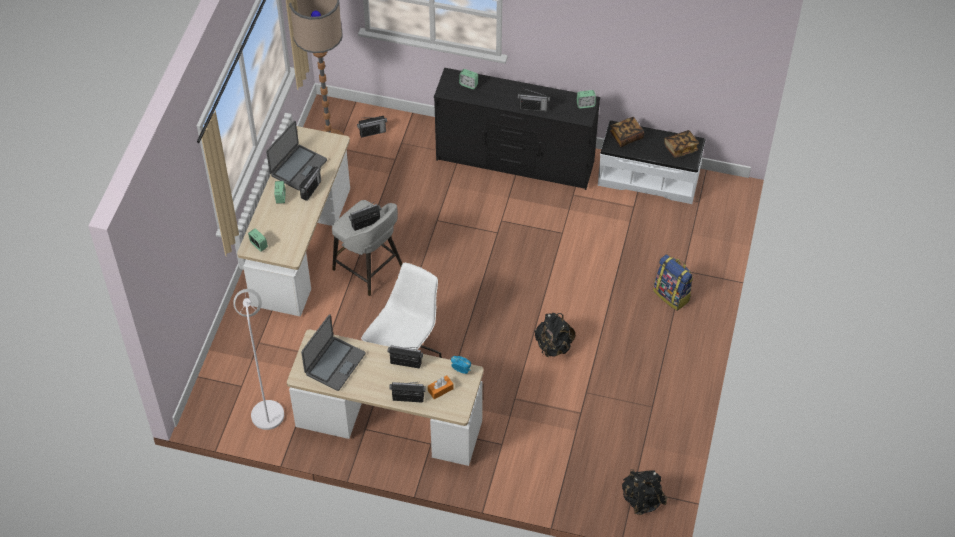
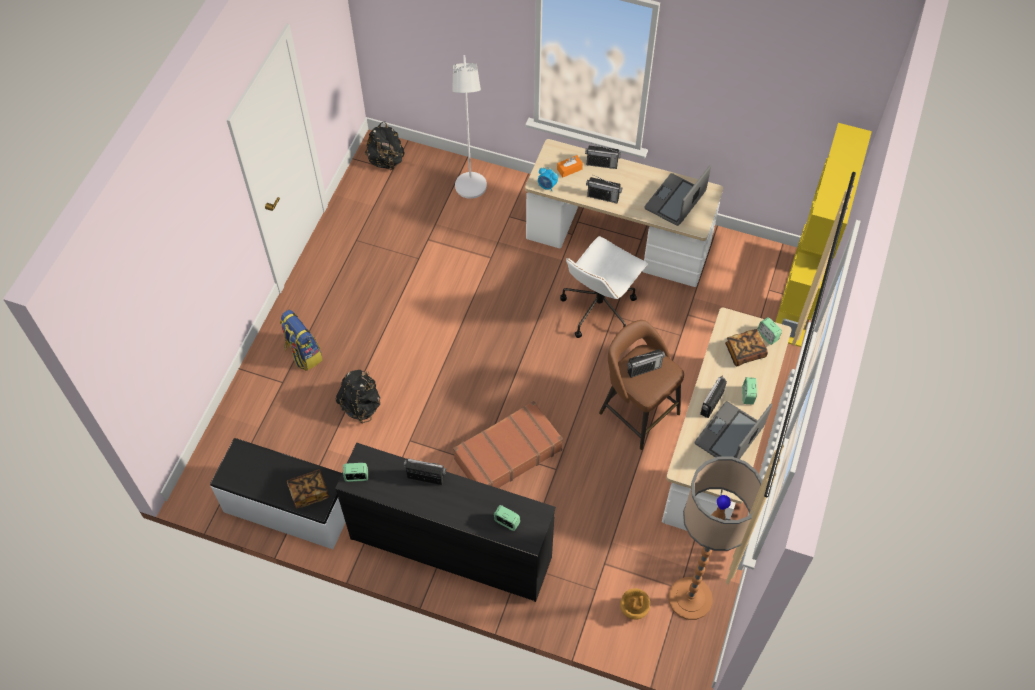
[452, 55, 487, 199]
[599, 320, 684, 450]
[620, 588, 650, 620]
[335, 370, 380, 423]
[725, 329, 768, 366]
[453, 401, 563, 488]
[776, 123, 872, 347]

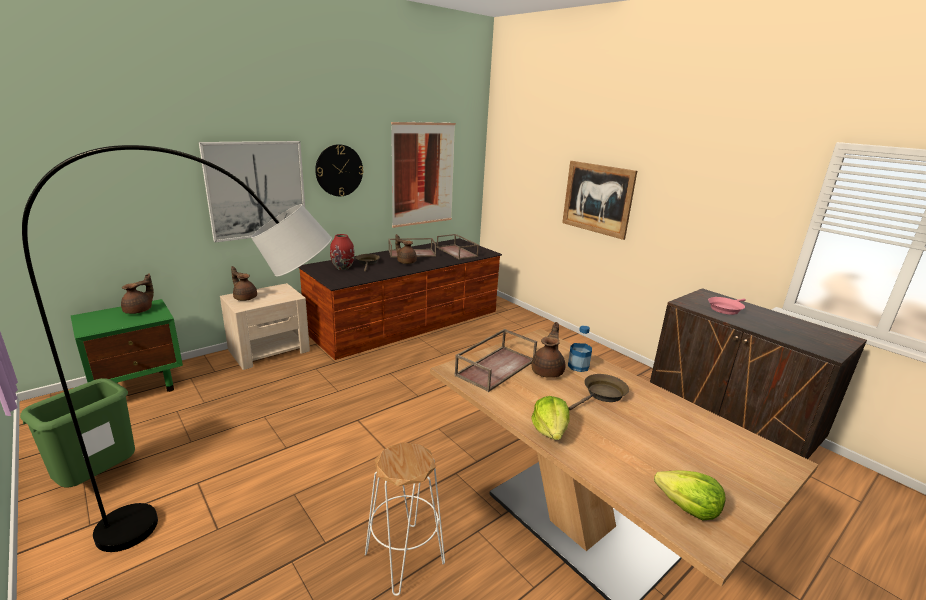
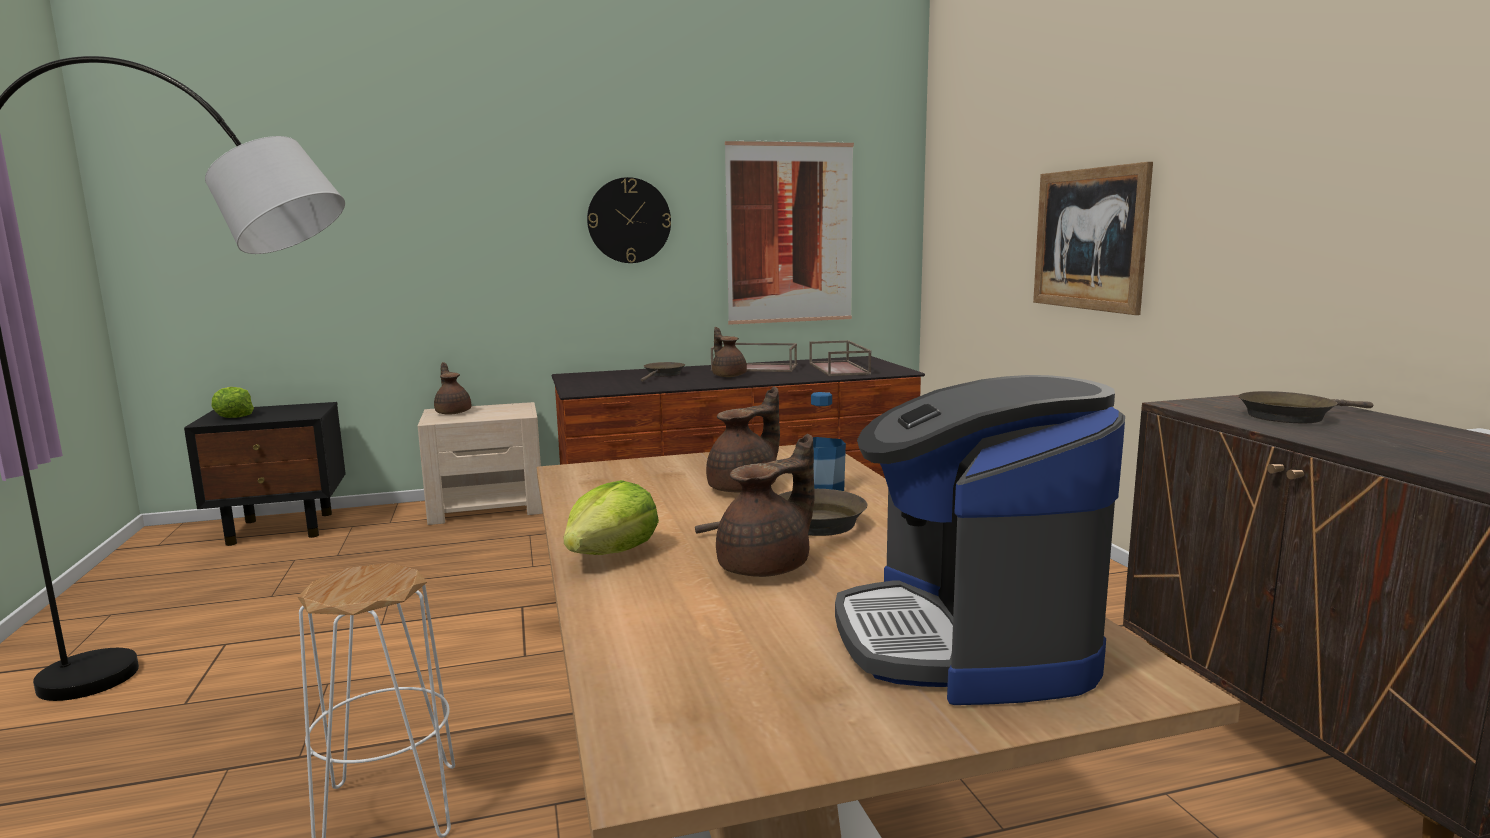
[20, 378, 135, 487] (first image)
[184, 402, 346, 546]
[716, 434, 815, 577]
[199, 141, 305, 242] (first image)
[330, 234, 355, 270] (first image)
[454, 329, 537, 392] (first image)
[211, 387, 254, 418]
[1238, 391, 1373, 423]
[835, 375, 1125, 705]

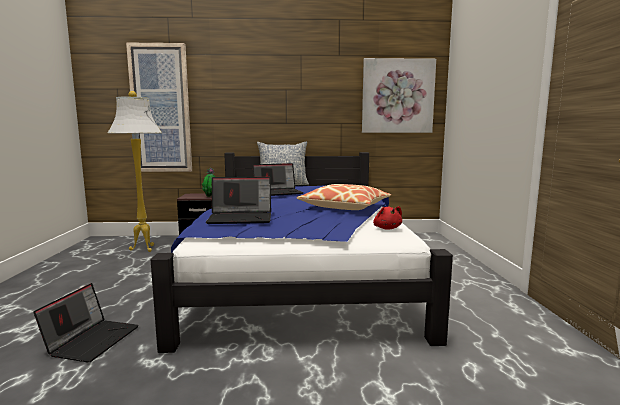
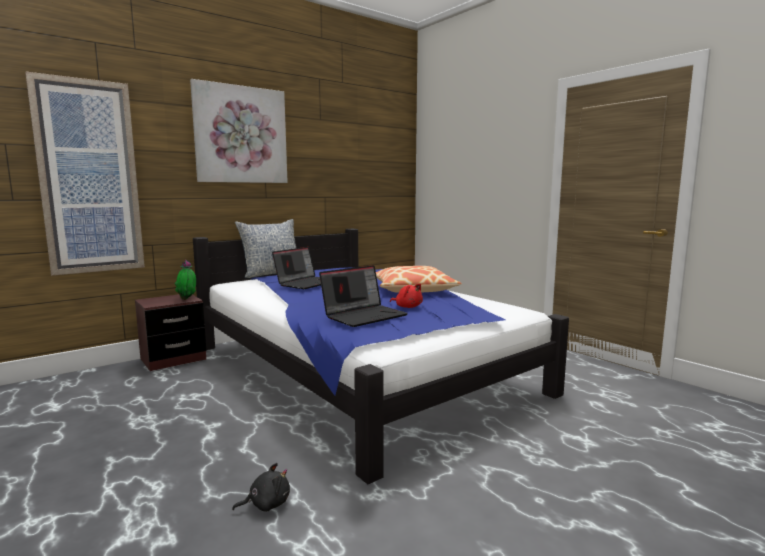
[232, 463, 290, 512]
[108, 91, 162, 252] (first image)
[190, 79, 288, 183]
[390, 283, 423, 308]

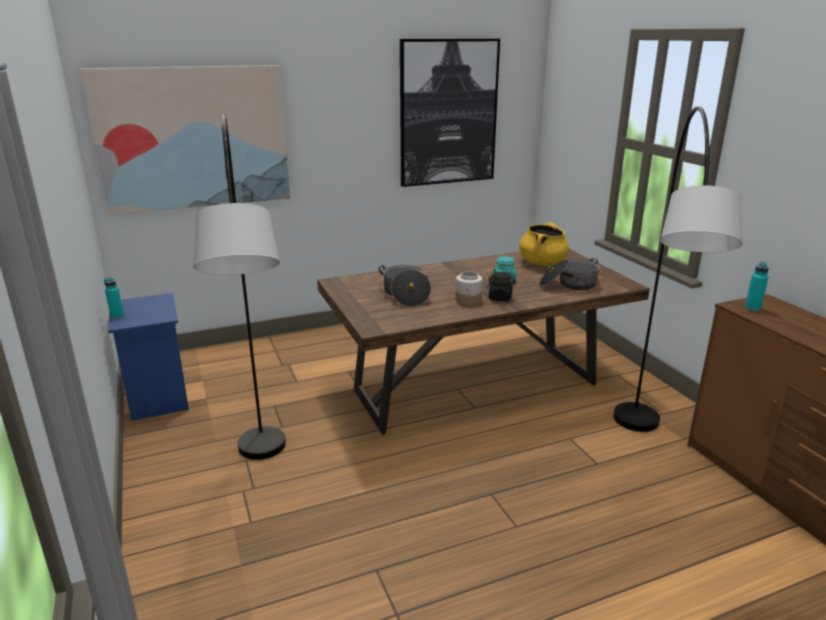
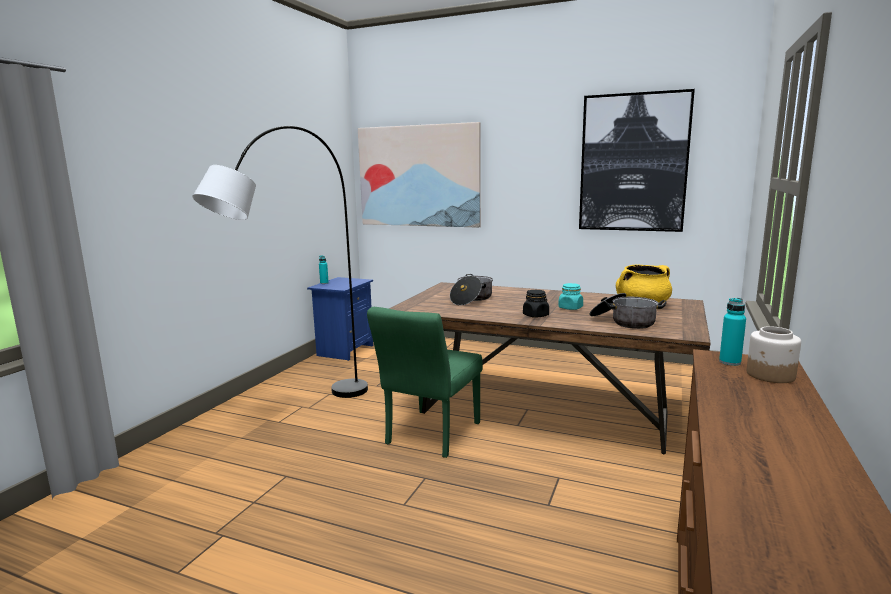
[746, 326, 801, 383]
[613, 106, 743, 432] (first image)
[367, 307, 483, 458]

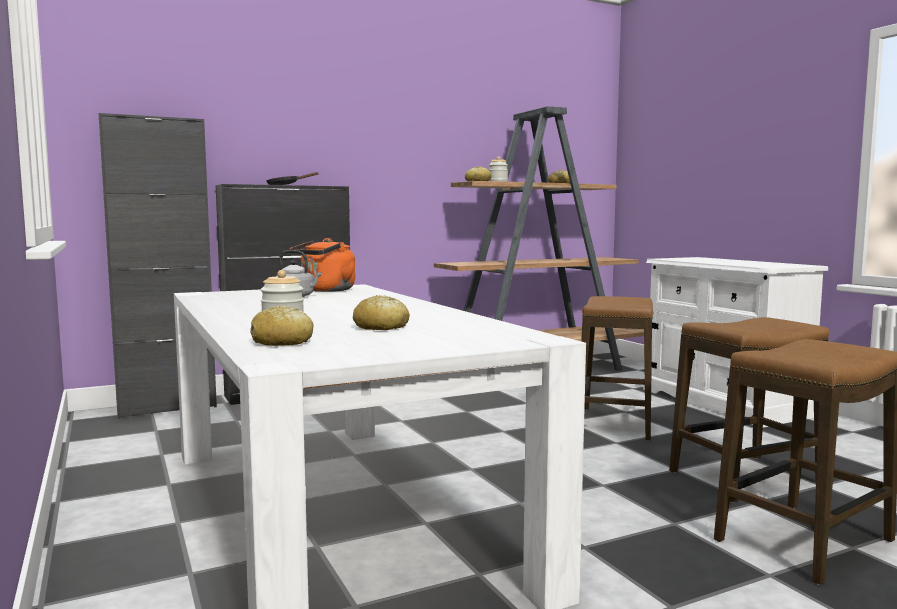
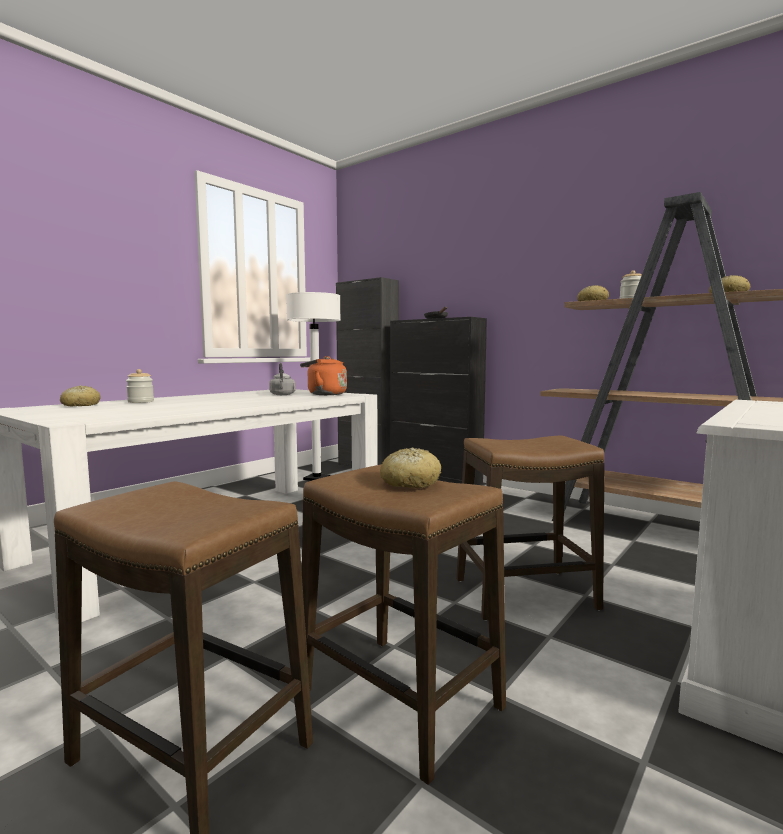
[380, 447, 441, 488]
[286, 292, 341, 481]

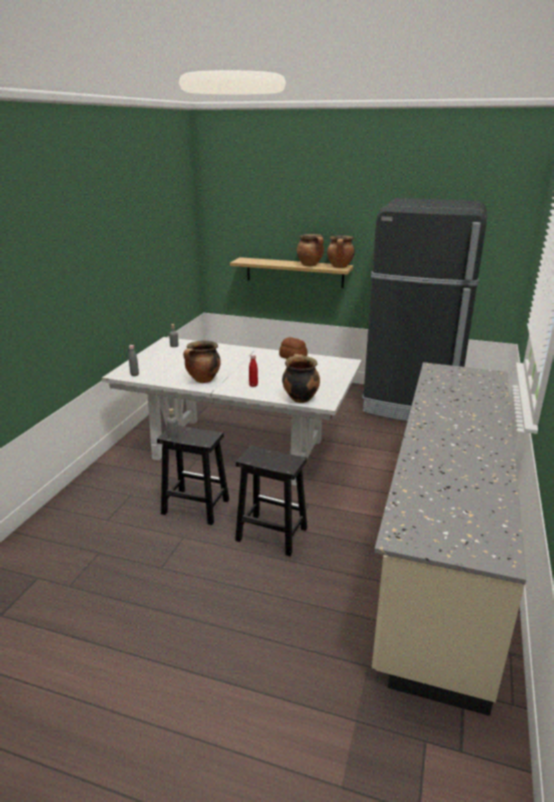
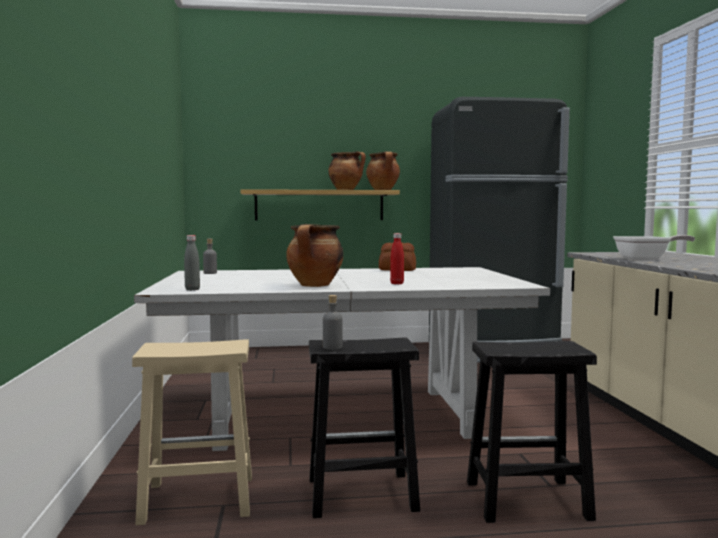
[282, 354, 320, 403] (first image)
[132, 339, 252, 525]
[613, 235, 695, 260]

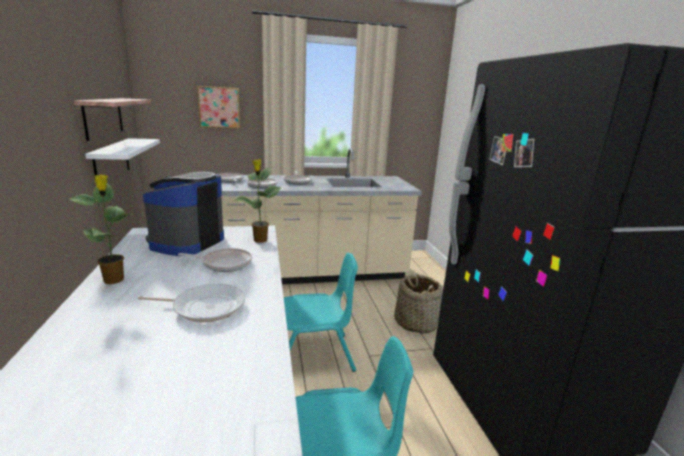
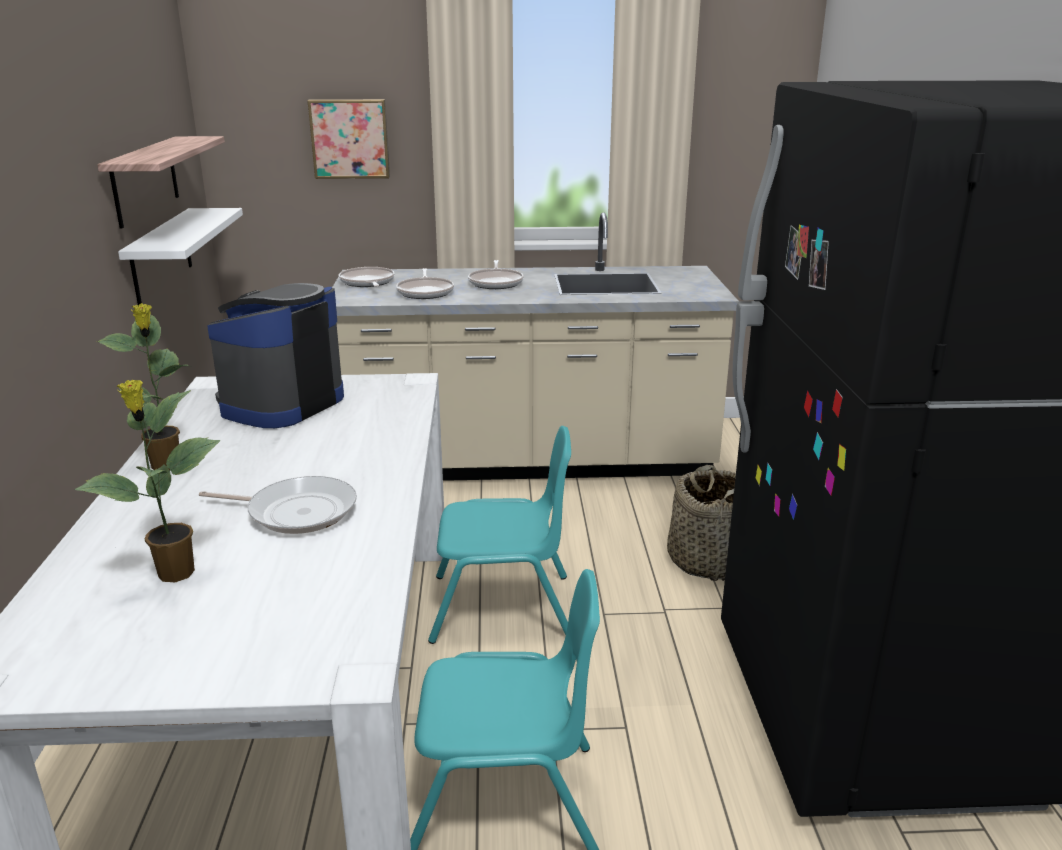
[178, 248, 252, 272] (first image)
[75, 380, 221, 582]

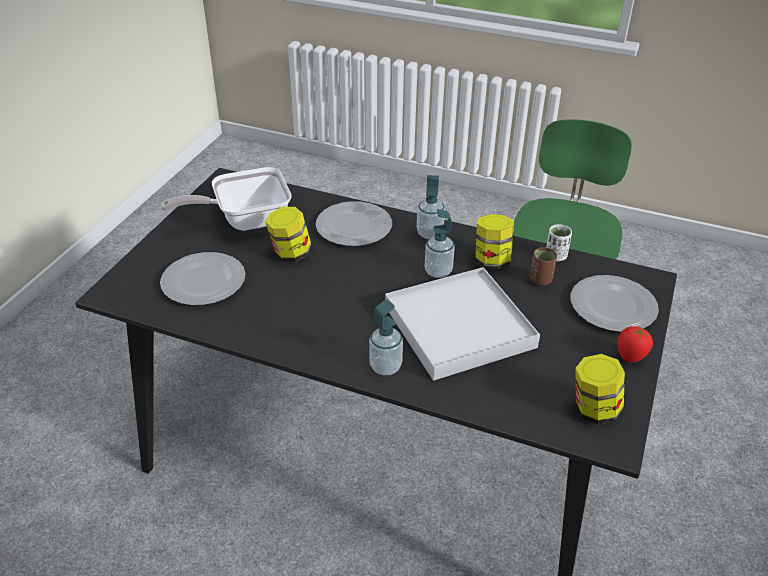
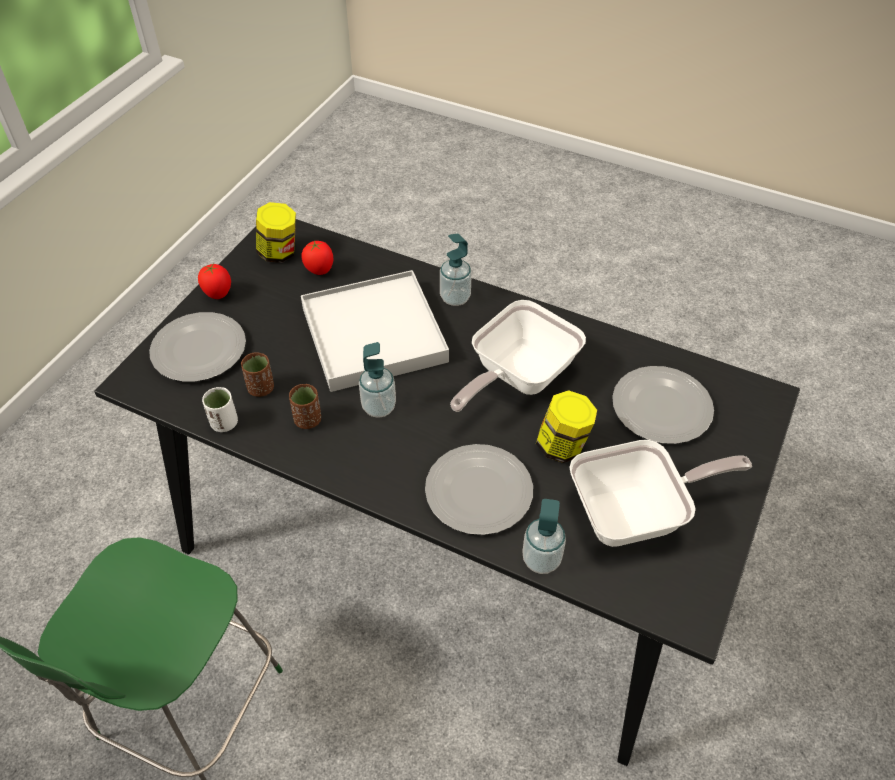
[522, 499, 566, 574]
[289, 384, 321, 429]
[301, 241, 334, 275]
[450, 300, 586, 412]

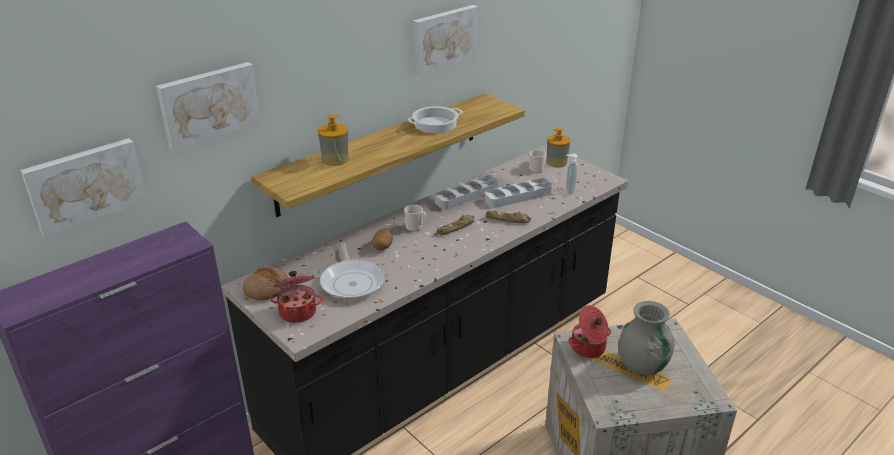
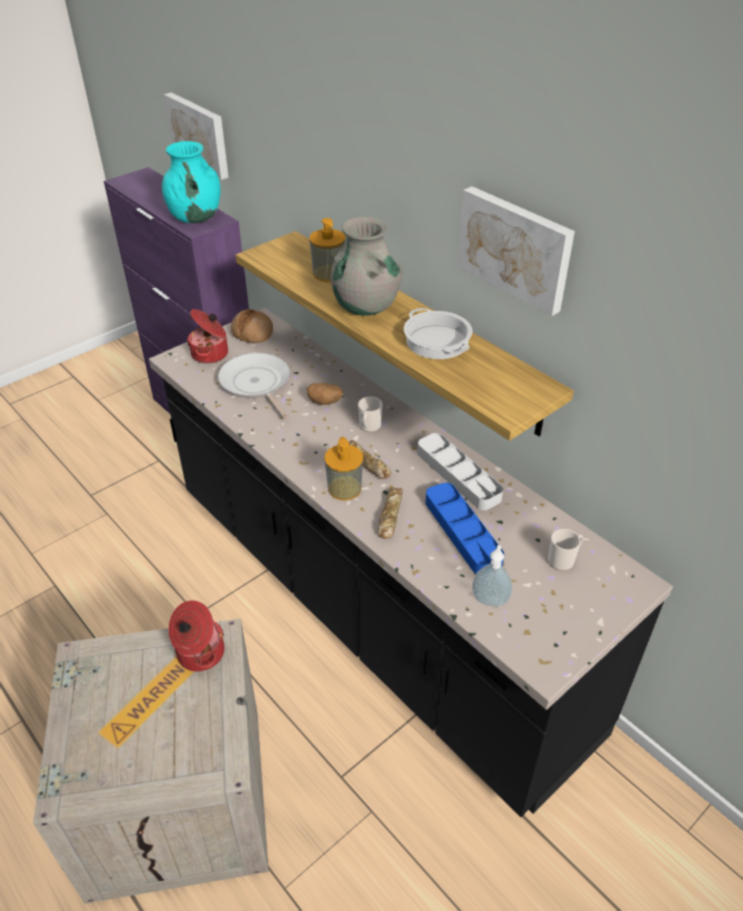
[156, 62, 261, 151] (first image)
[218, 353, 290, 419]
[426, 483, 504, 574]
[324, 437, 363, 500]
[331, 217, 403, 316]
[162, 141, 221, 223]

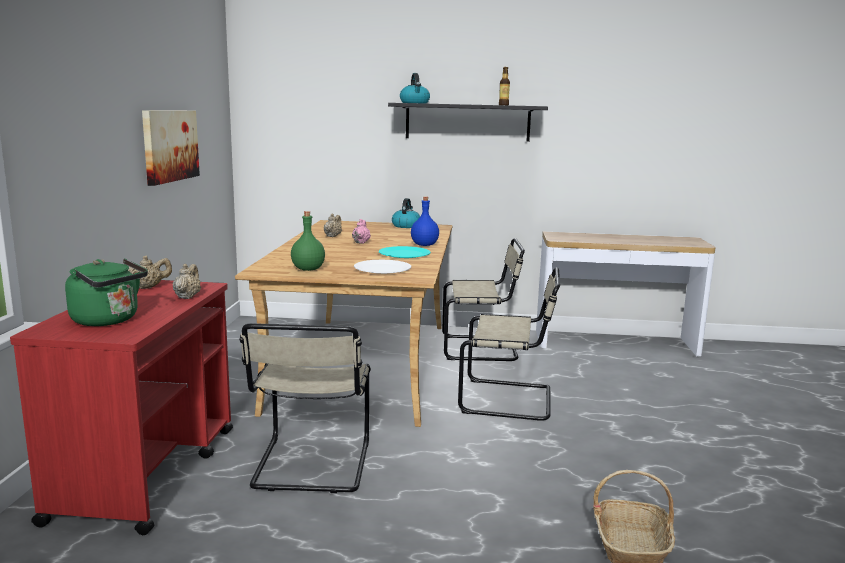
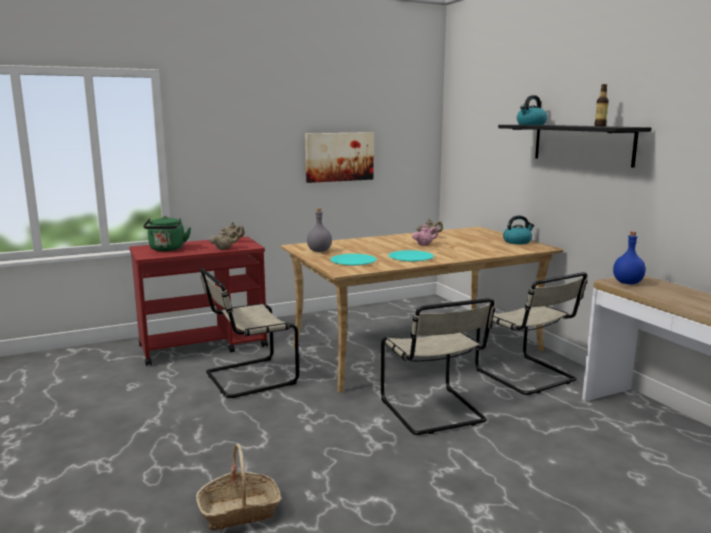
[307, 208, 332, 252]
[330, 254, 377, 265]
[613, 232, 646, 284]

